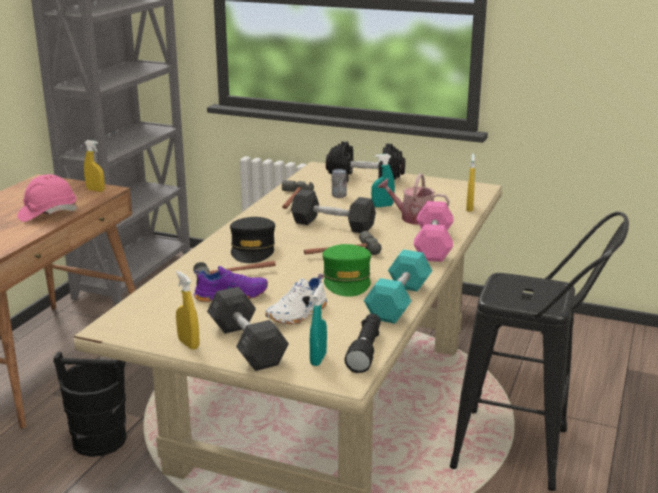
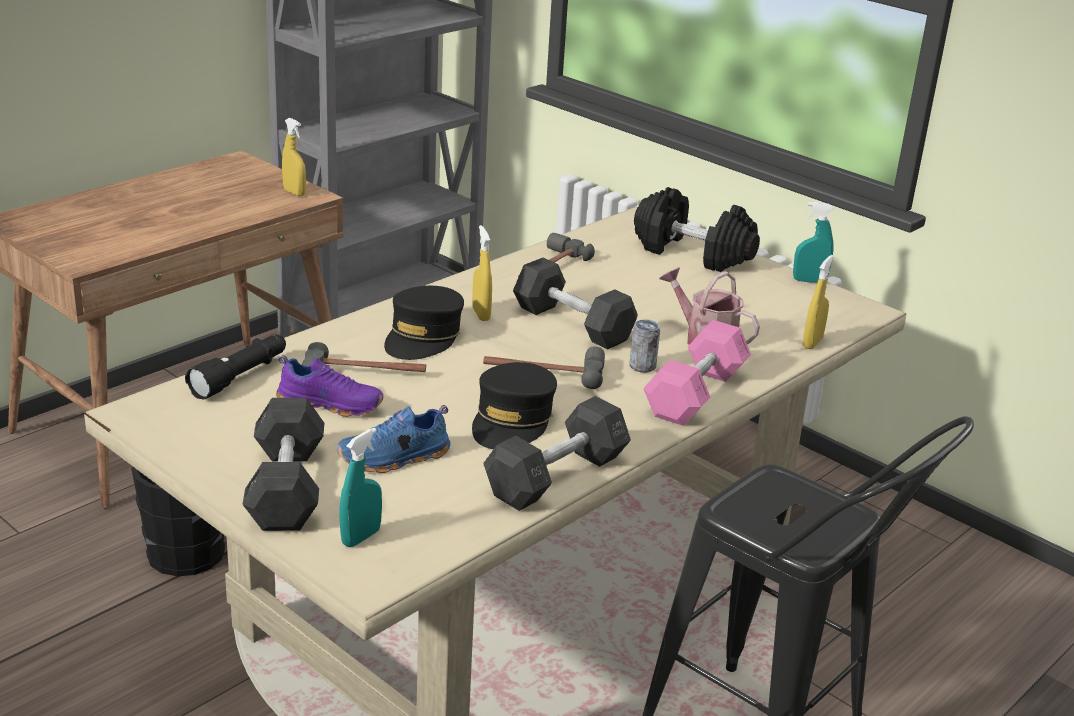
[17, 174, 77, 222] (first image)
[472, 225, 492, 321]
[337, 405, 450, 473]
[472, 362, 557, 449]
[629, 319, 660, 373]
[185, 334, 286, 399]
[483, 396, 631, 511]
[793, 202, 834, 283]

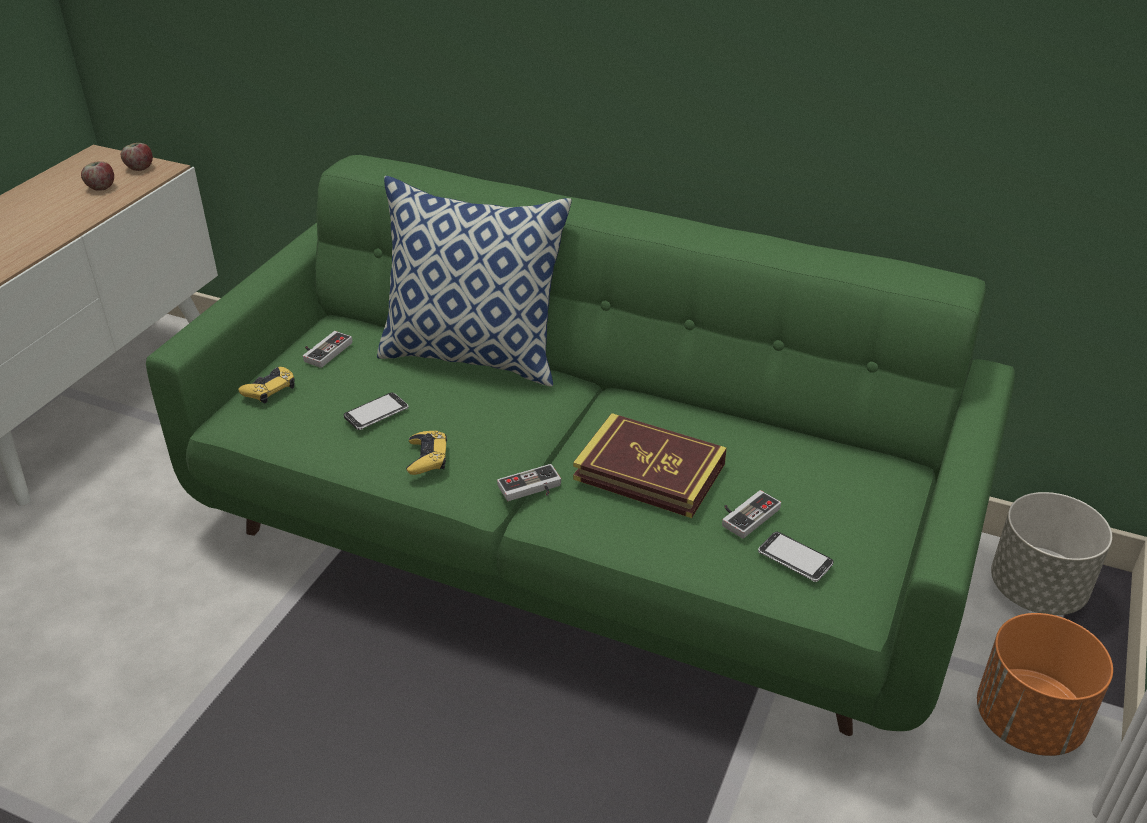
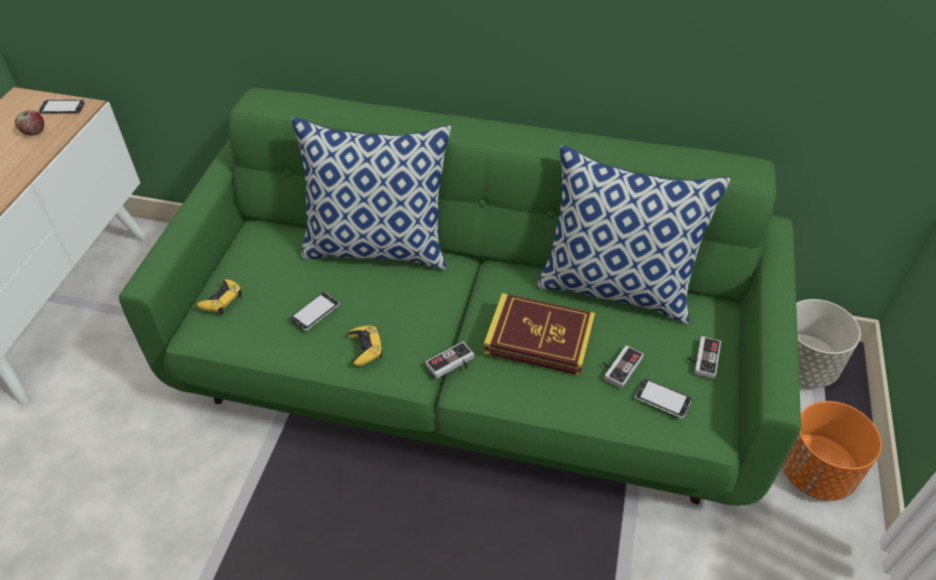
[39, 99, 85, 114]
[687, 336, 721, 379]
[537, 145, 730, 324]

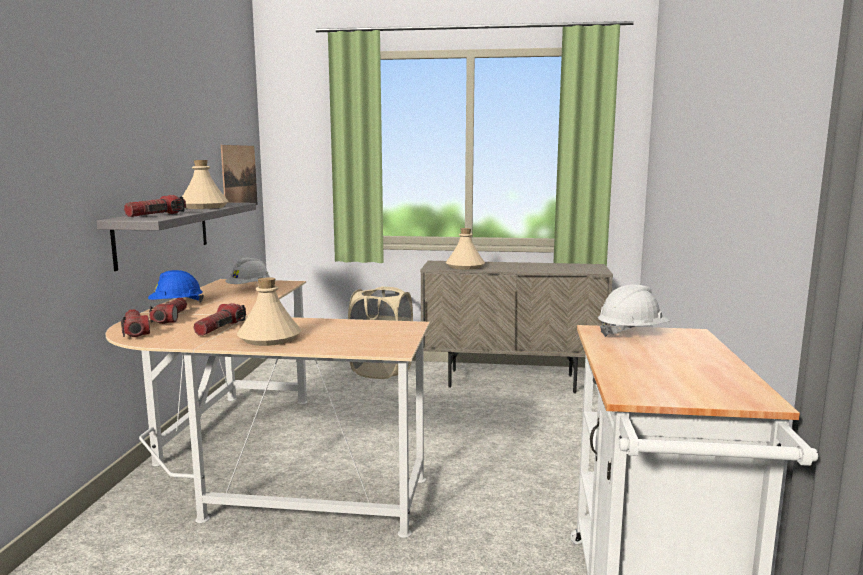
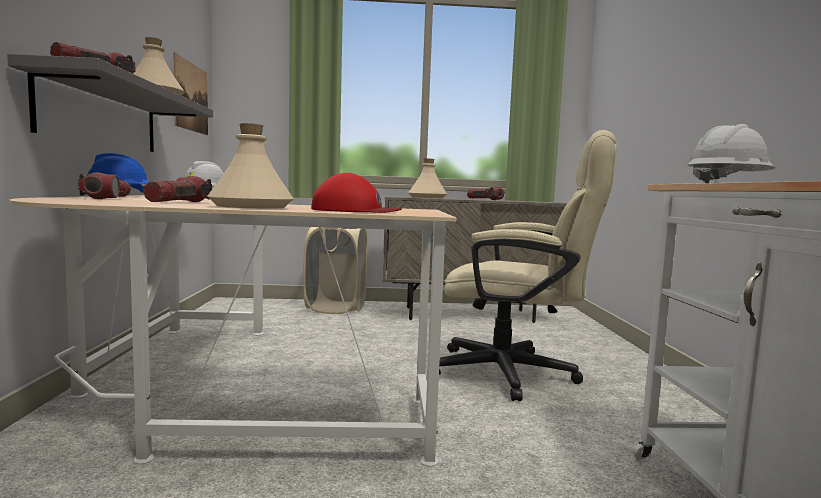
[467, 186, 504, 200]
[311, 173, 402, 213]
[427, 130, 617, 401]

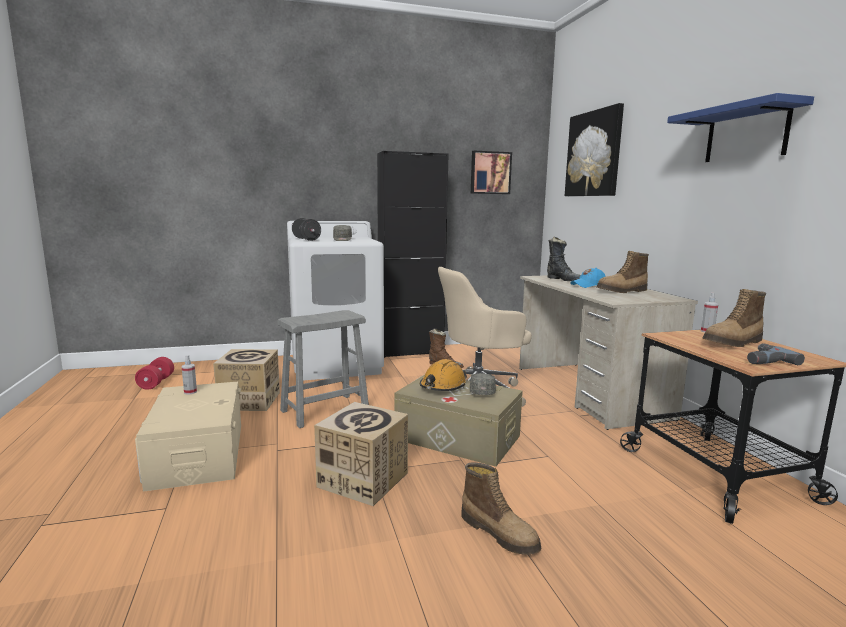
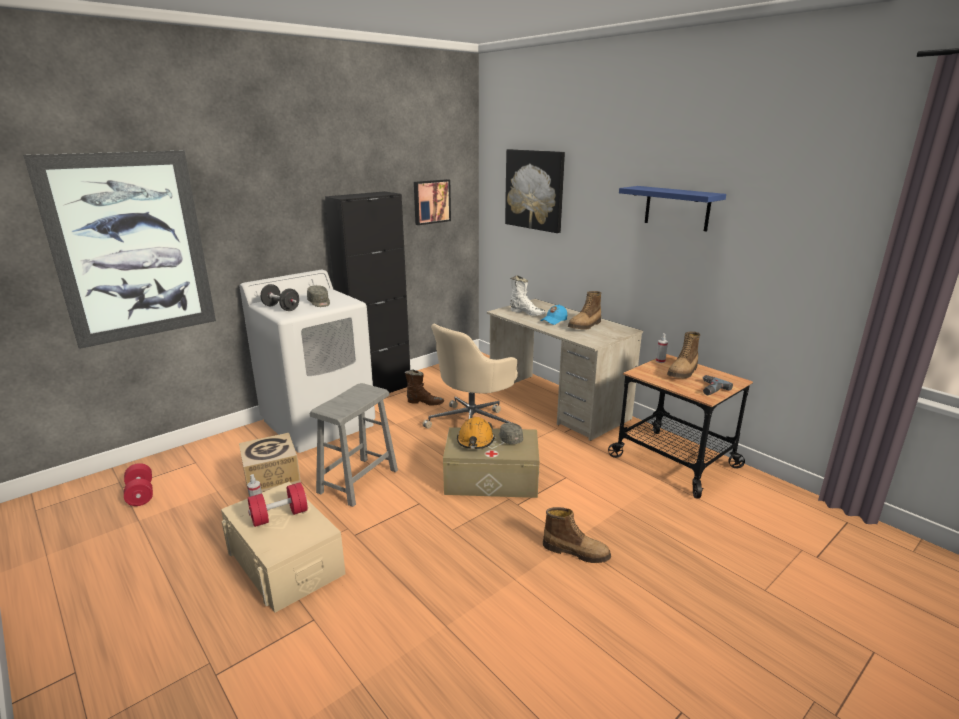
[314, 402, 408, 506] (first image)
[510, 276, 546, 316]
[23, 150, 216, 349]
[248, 482, 308, 527]

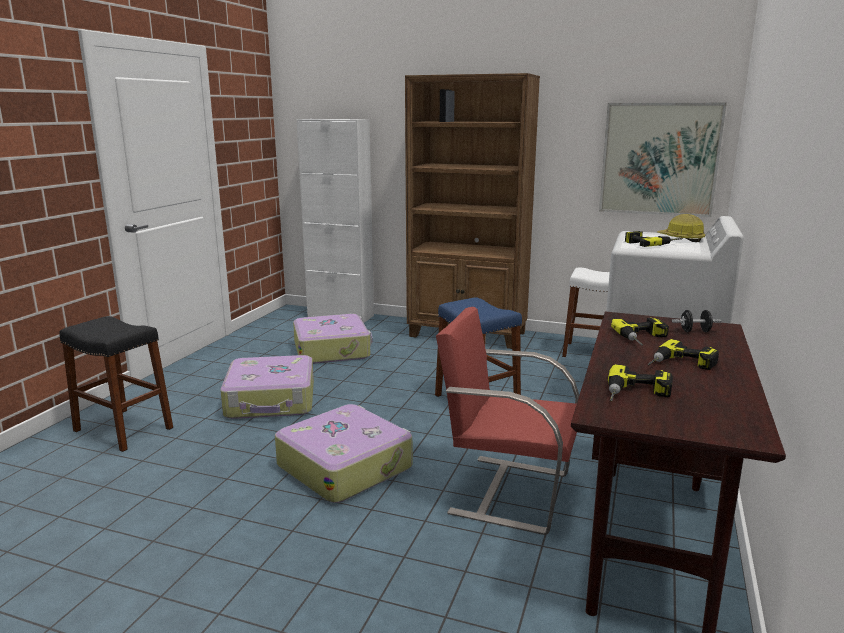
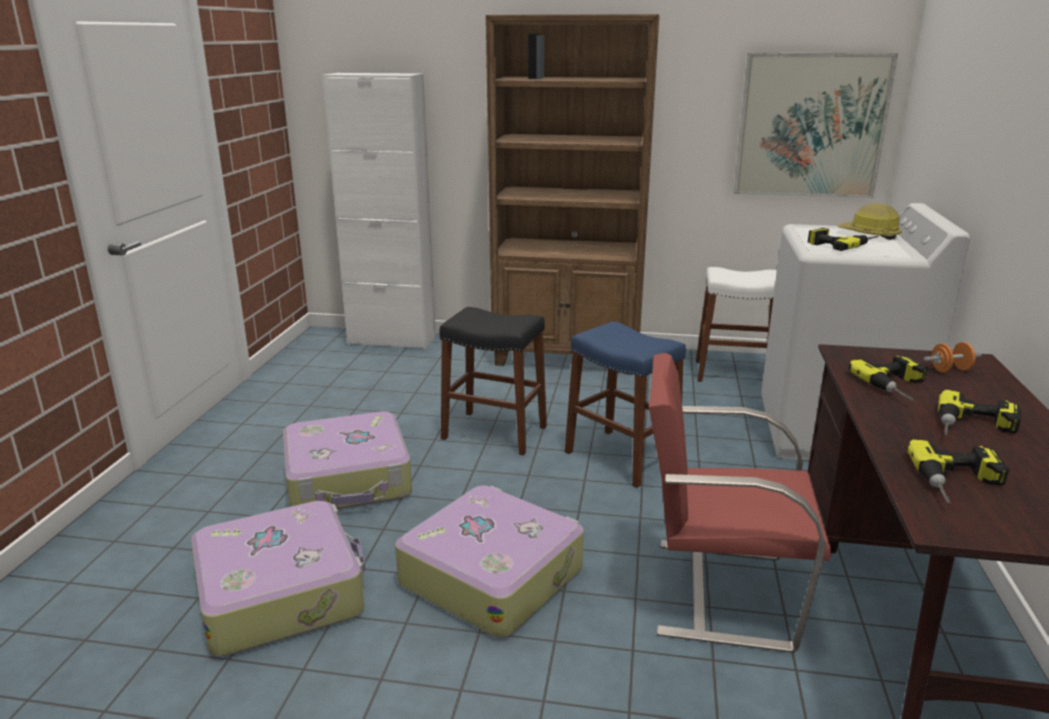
[440, 307, 547, 455]
[191, 501, 365, 657]
[923, 342, 982, 372]

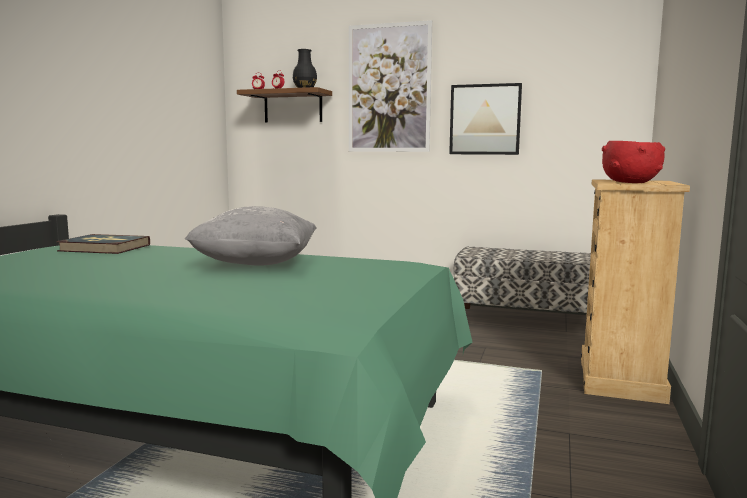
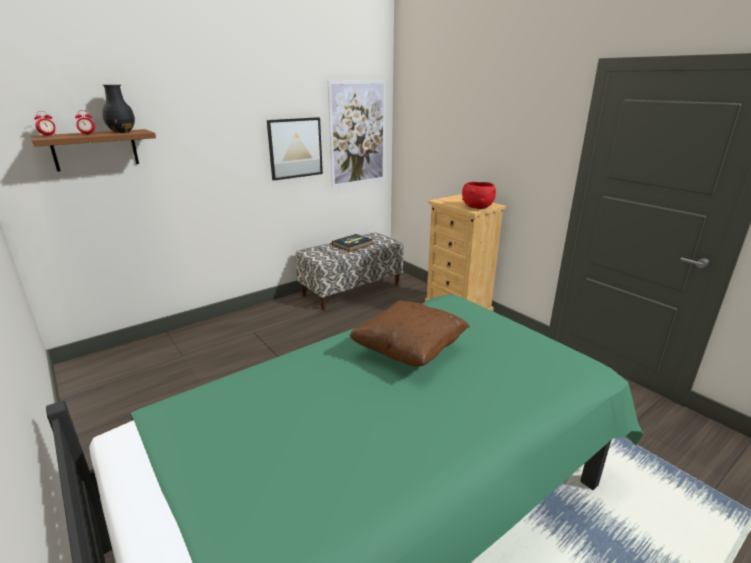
[332, 234, 373, 252]
[349, 300, 470, 367]
[328, 81, 386, 187]

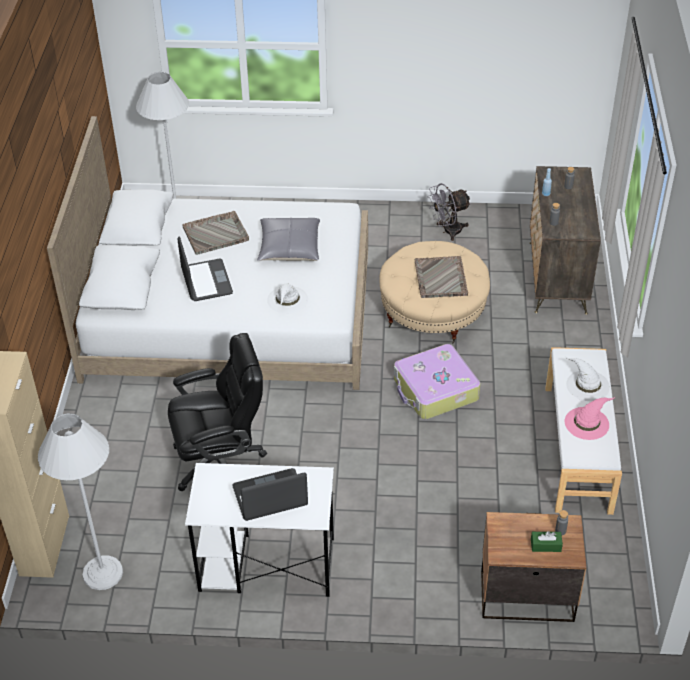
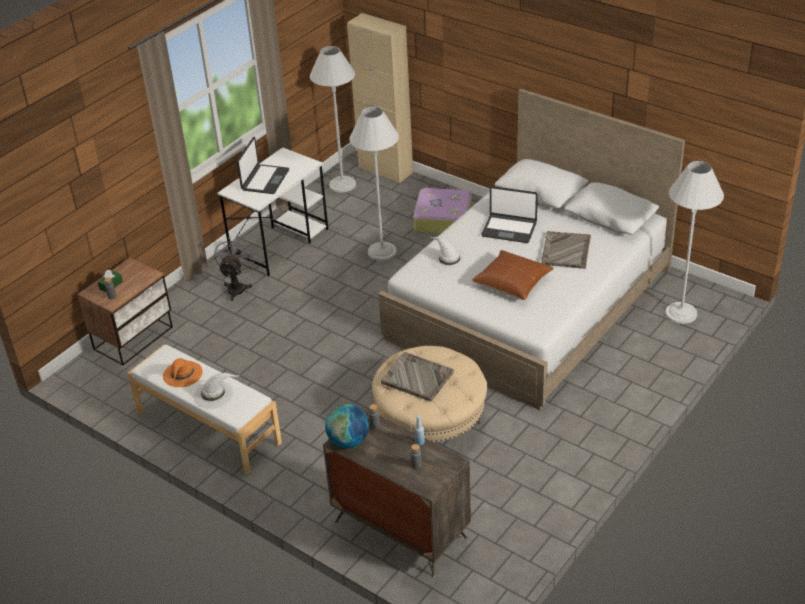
[349, 107, 399, 261]
[472, 250, 554, 300]
[413, 188, 472, 234]
[214, 236, 256, 301]
[163, 358, 203, 387]
[325, 404, 369, 448]

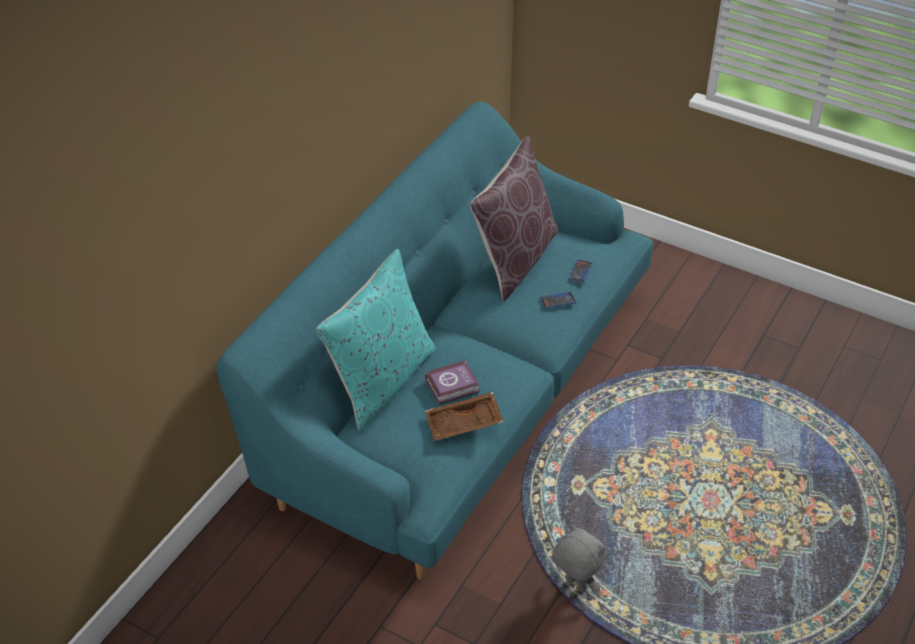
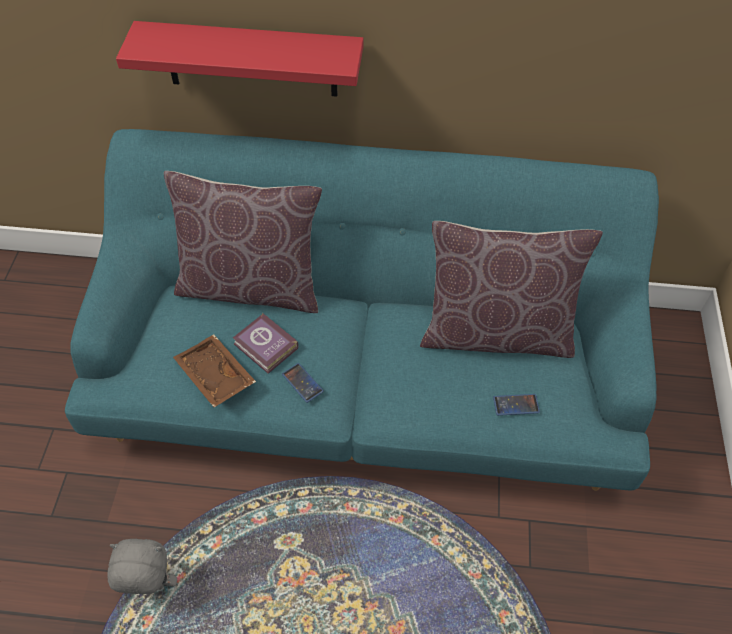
[164, 171, 322, 313]
[282, 363, 324, 403]
[108, 539, 177, 594]
[116, 21, 364, 97]

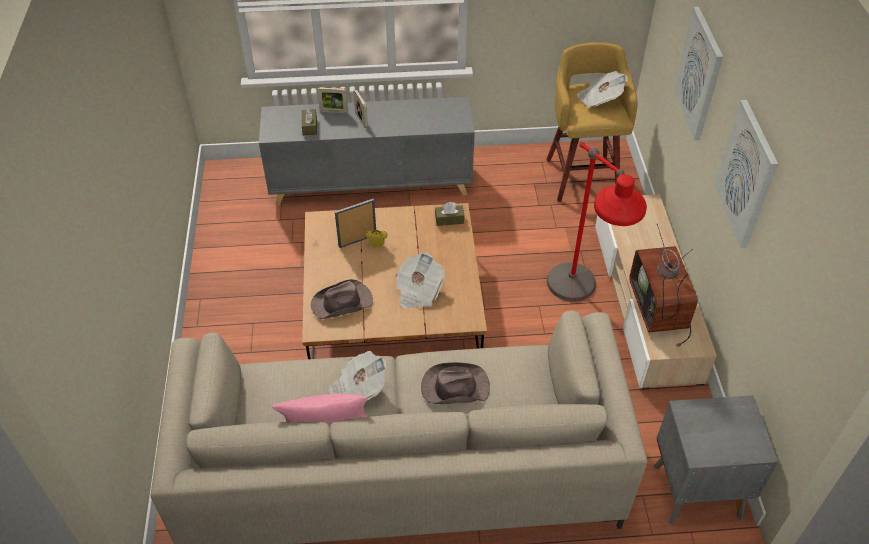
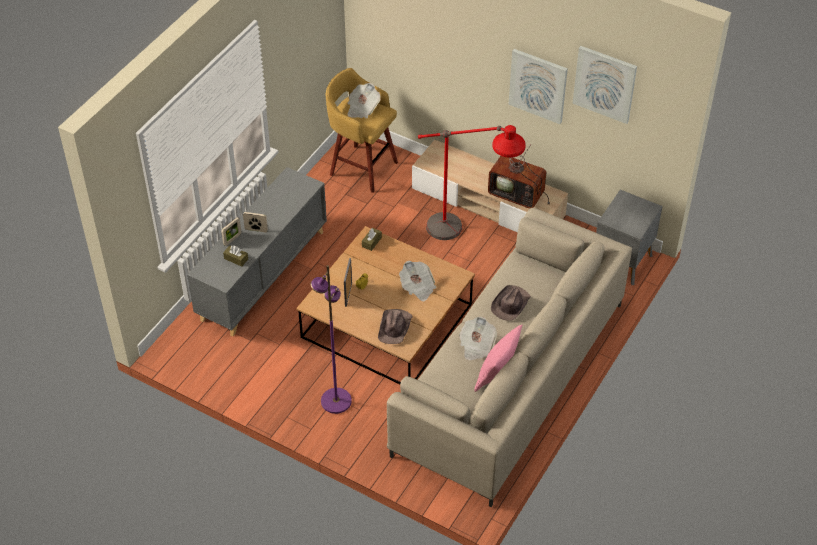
[573, 46, 637, 124]
[311, 265, 352, 414]

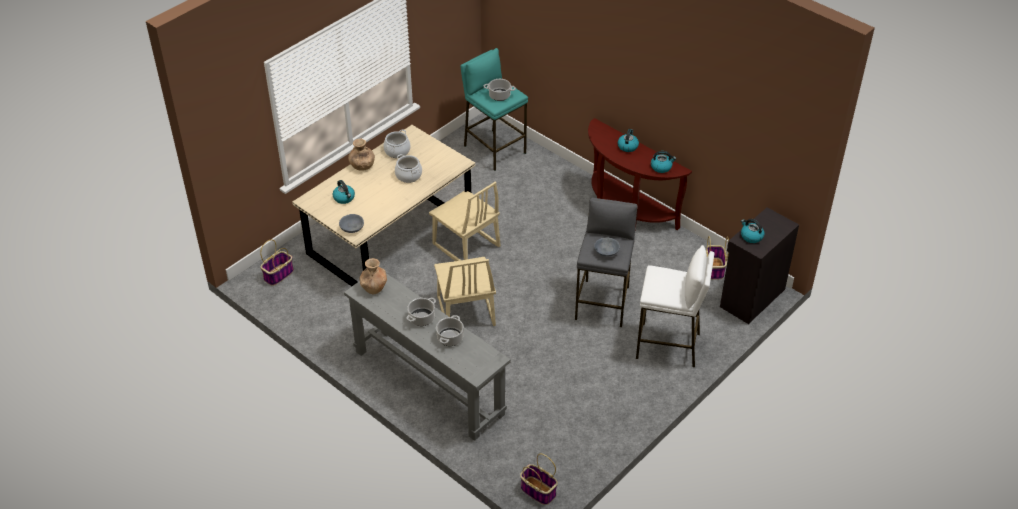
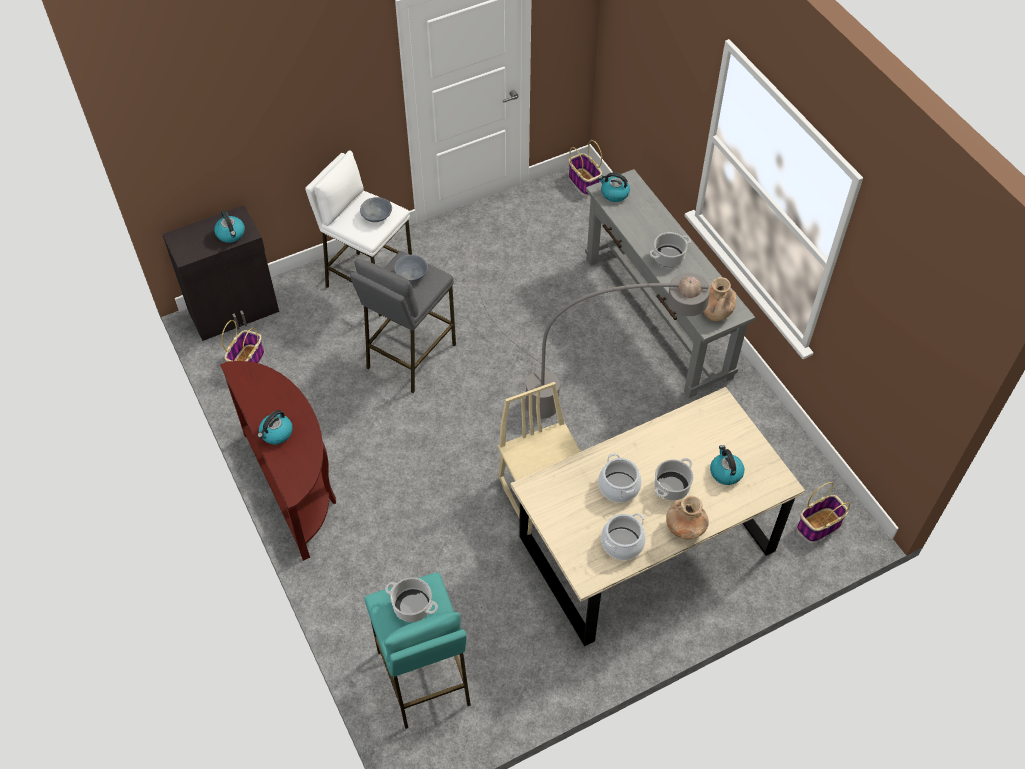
[360, 197, 392, 222]
[477, 250, 710, 419]
[654, 458, 694, 500]
[598, 172, 630, 202]

